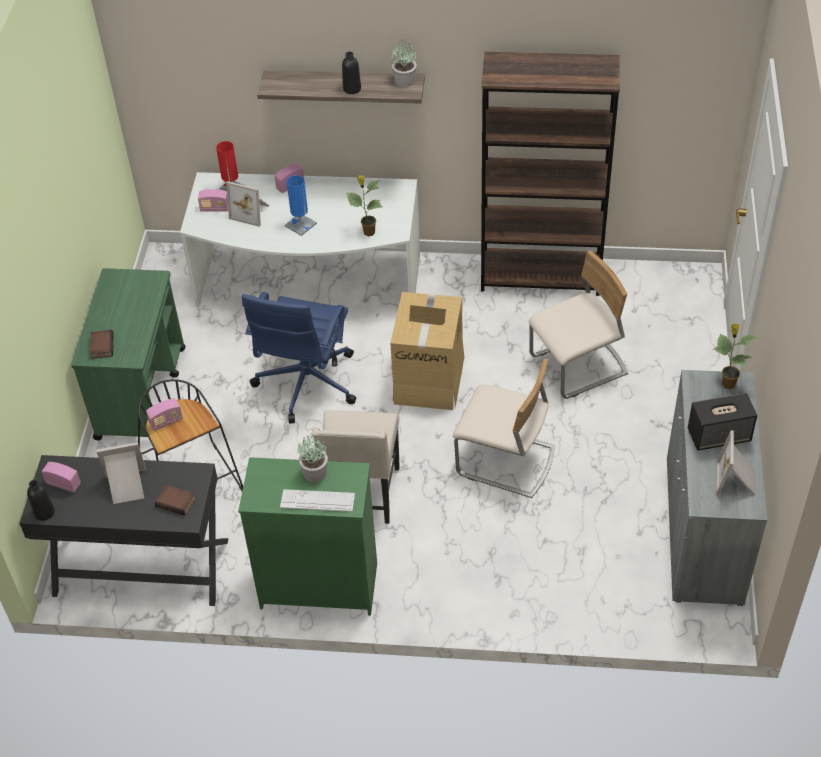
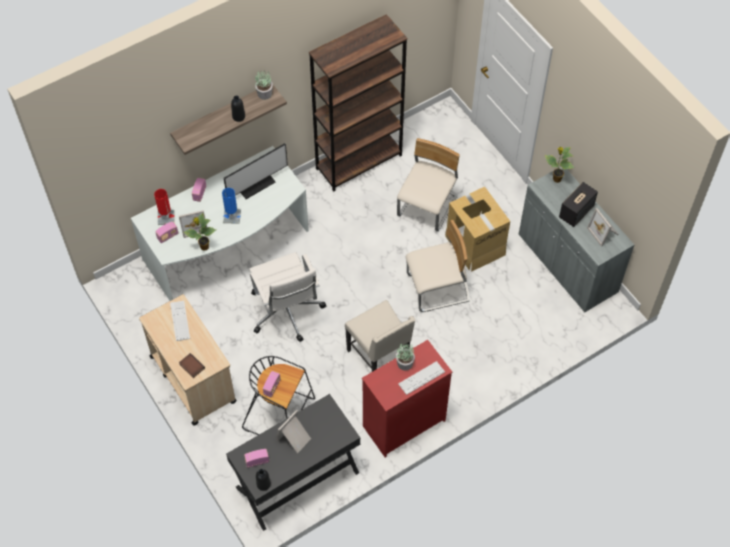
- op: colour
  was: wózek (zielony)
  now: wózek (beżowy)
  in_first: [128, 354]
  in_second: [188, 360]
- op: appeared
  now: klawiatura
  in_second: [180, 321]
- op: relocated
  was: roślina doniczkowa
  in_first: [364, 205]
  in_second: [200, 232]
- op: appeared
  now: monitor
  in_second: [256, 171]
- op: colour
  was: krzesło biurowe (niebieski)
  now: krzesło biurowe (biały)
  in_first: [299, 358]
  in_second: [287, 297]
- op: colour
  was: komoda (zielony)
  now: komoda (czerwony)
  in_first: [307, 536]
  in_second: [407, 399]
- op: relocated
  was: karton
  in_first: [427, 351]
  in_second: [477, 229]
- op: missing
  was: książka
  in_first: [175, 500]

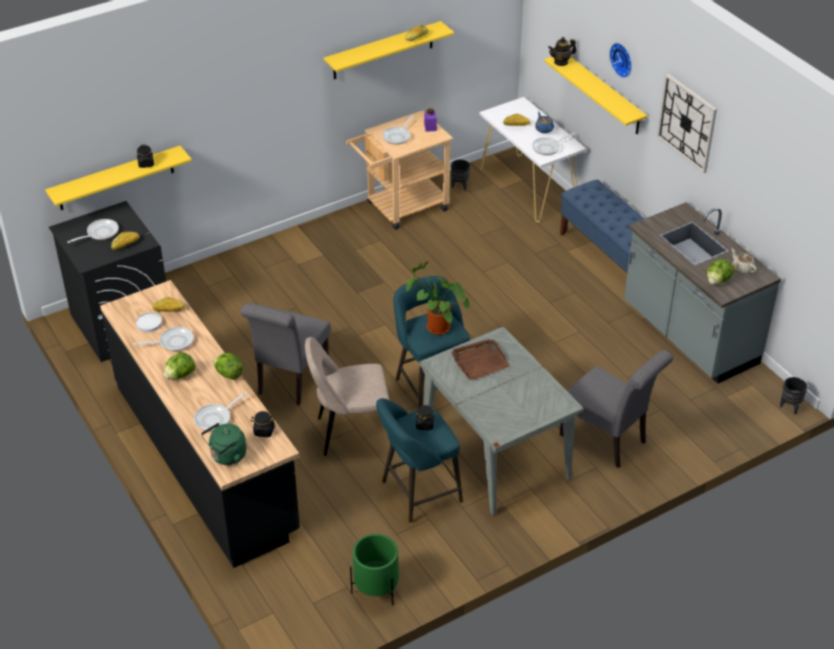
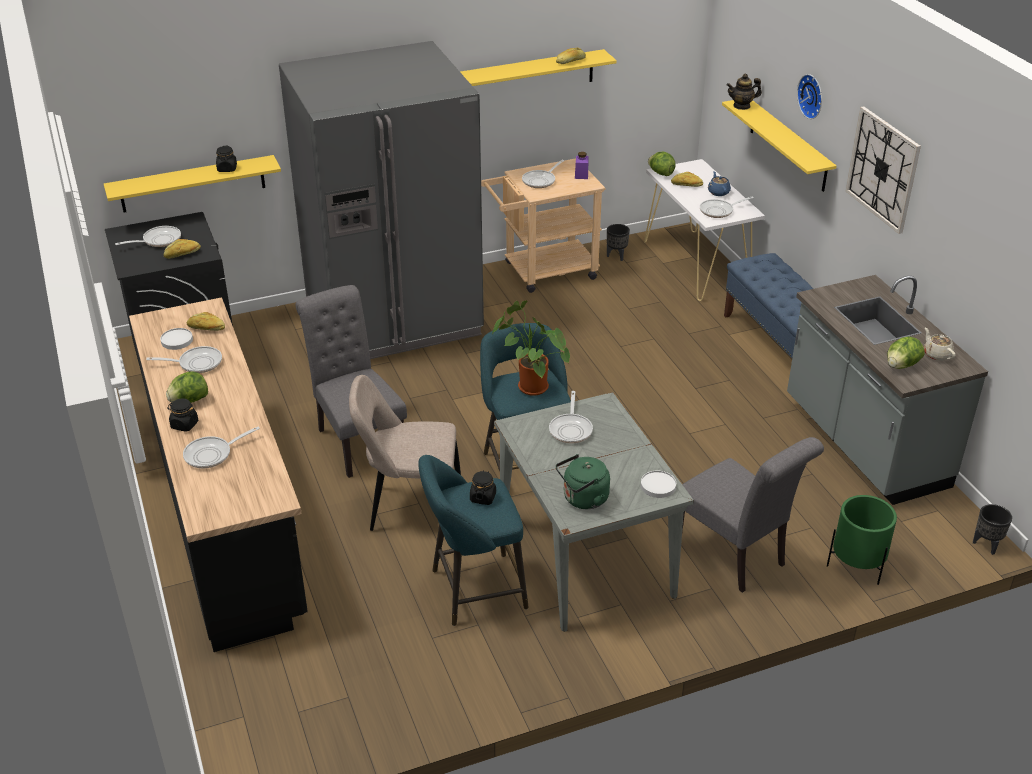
- op: relocated
  was: słoik (czarny)
  in_first: [263, 424]
  in_second: [183, 415]
- op: appeared
  now: lodówka (szary)
  in_second: [381, 200]
- op: spun
  was: krzesło (szary)
  in_first: [286, 354]
  in_second: [351, 381]
  clockwise: 120
- op: exchanged
  was: taca (brązowy)
  now: patelnia
  in_first: [481, 359]
  in_second: [571, 417]
- op: relocated
  was: czajnik (zielony)
  in_first: [224, 444]
  in_second: [583, 481]
- op: appeared
  now: talerz (biały)
  in_second: [658, 484]
- op: relocated
  was: sałata
  in_first: [228, 366]
  in_second: [661, 164]
- op: relocated
  was: donica (zielony)
  in_first: [374, 569]
  in_second: [862, 540]

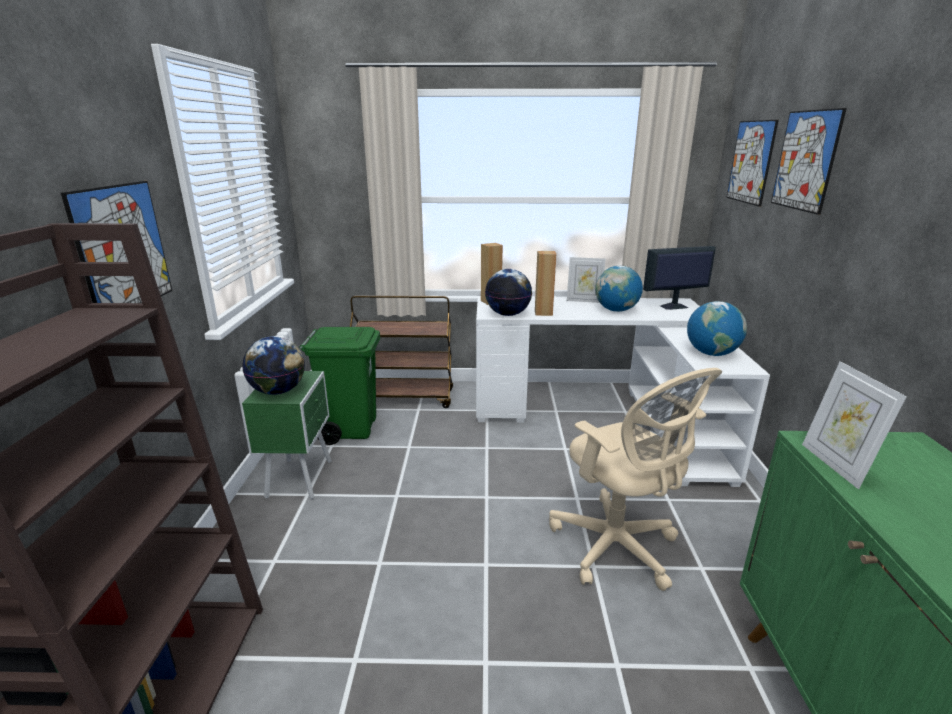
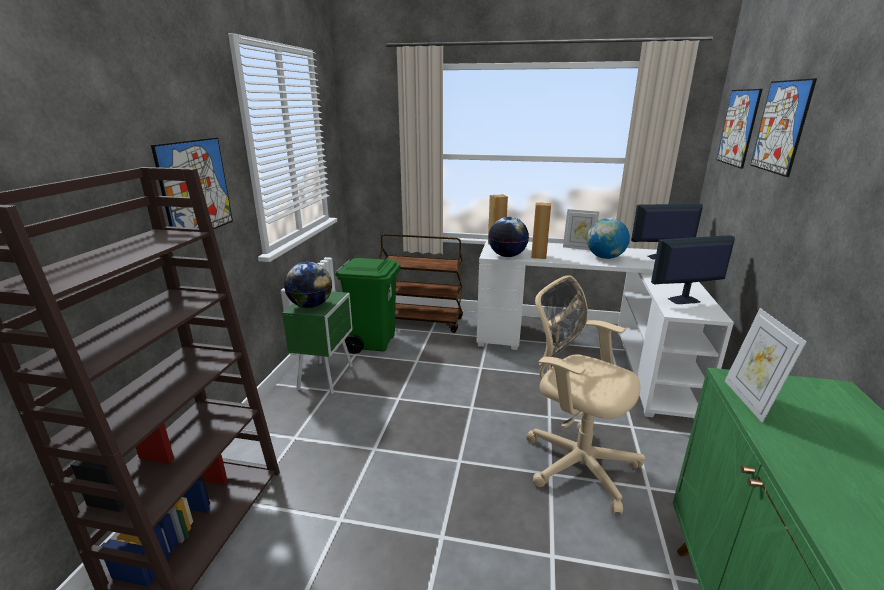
- op: spun
  was: krzesło biurowe (beżowy)
  in_first: [635, 479]
  in_second: [585, 395]
  clockwise: 150
- op: exchanged
  was: globus
  now: monitor
  in_first: [717, 328]
  in_second: [693, 269]

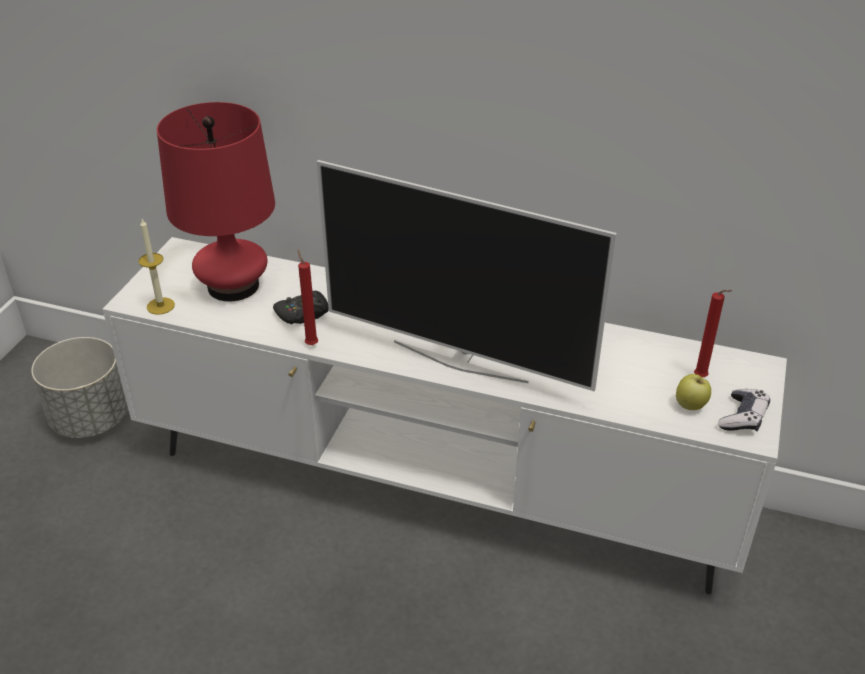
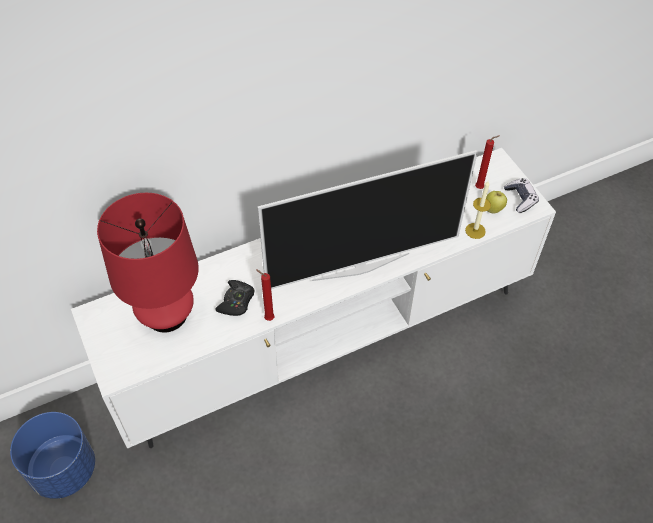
- op: colour
  was: donica (szary)
  now: donica (niebieski)
  in_first: [79, 387]
  in_second: [52, 455]
- op: relocated
  was: świeca
  in_first: [156, 267]
  in_second: [478, 210]

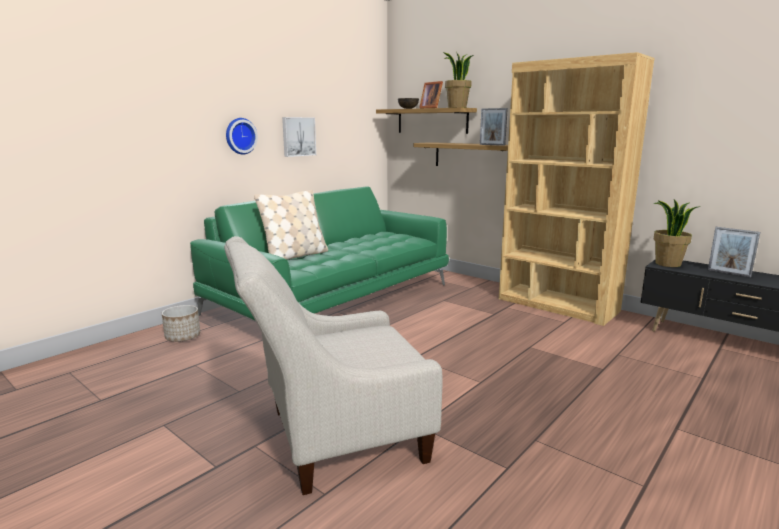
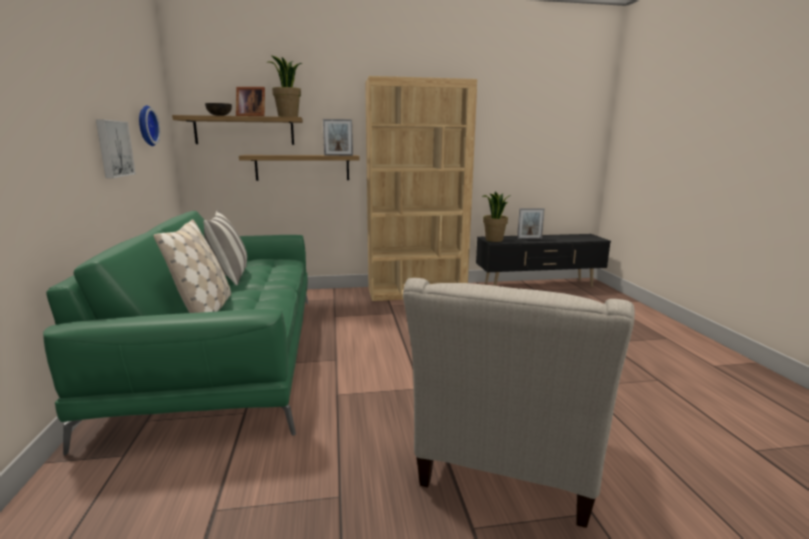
- op: relocated
  was: zegar ścienny
  in_first: [242, 136]
  in_second: [149, 125]
- op: appeared
  now: poduszka
  in_second: [225, 247]
- op: missing
  was: donica
  in_first: [181, 323]

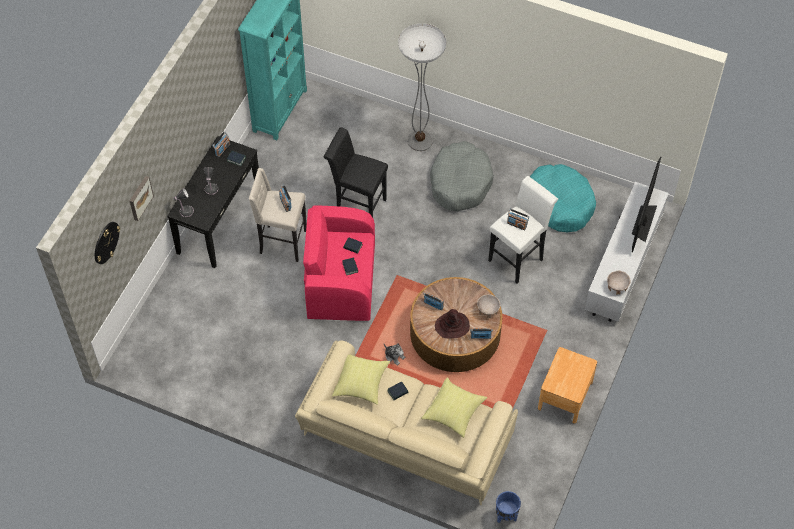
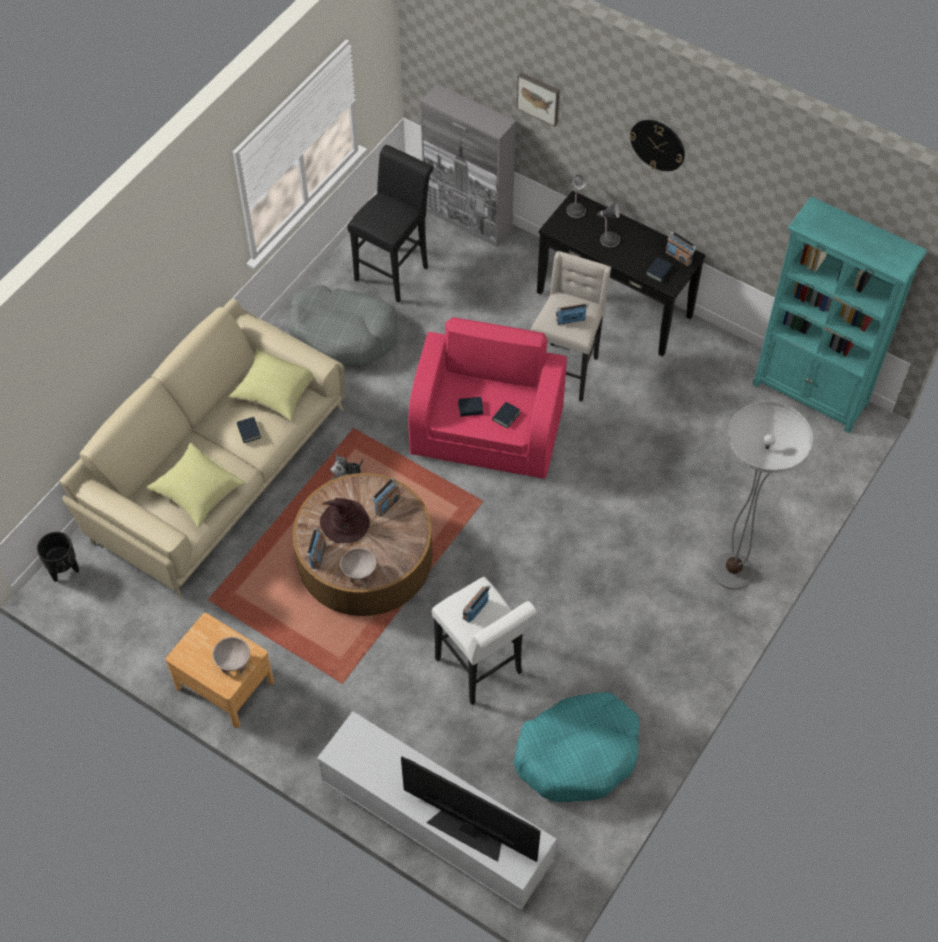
- op: colour
  was: donica (niebieski)
  now: donica (czarny)
  in_first: [508, 507]
  in_second: [58, 557]
- op: relocated
  was: miska (beżowy)
  in_first: [618, 283]
  in_second: [231, 656]
- op: relocated
  was: legowisko (szary)
  in_first: [462, 176]
  in_second: [343, 326]
- op: relocated
  was: stołek (czarny)
  in_first: [356, 172]
  in_second: [390, 224]
- op: appeared
  now: szafka (szary)
  in_second: [468, 165]
- op: relocated
  was: zegar ścienny
  in_first: [107, 243]
  in_second: [657, 145]

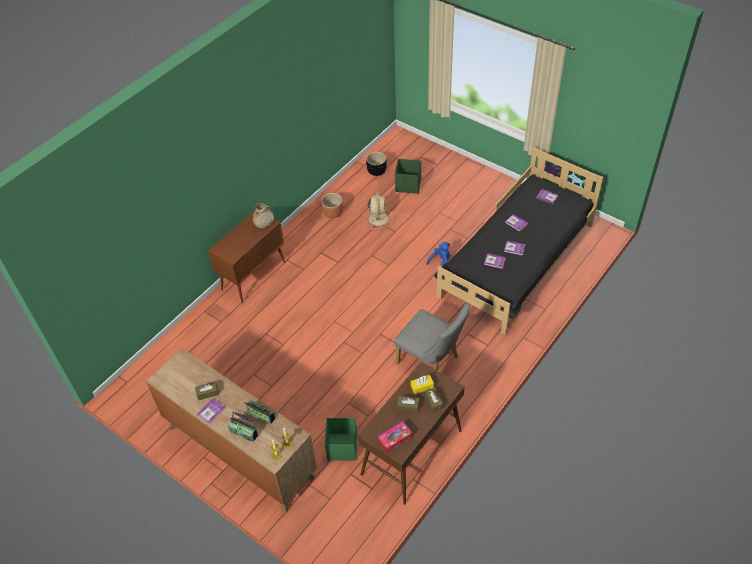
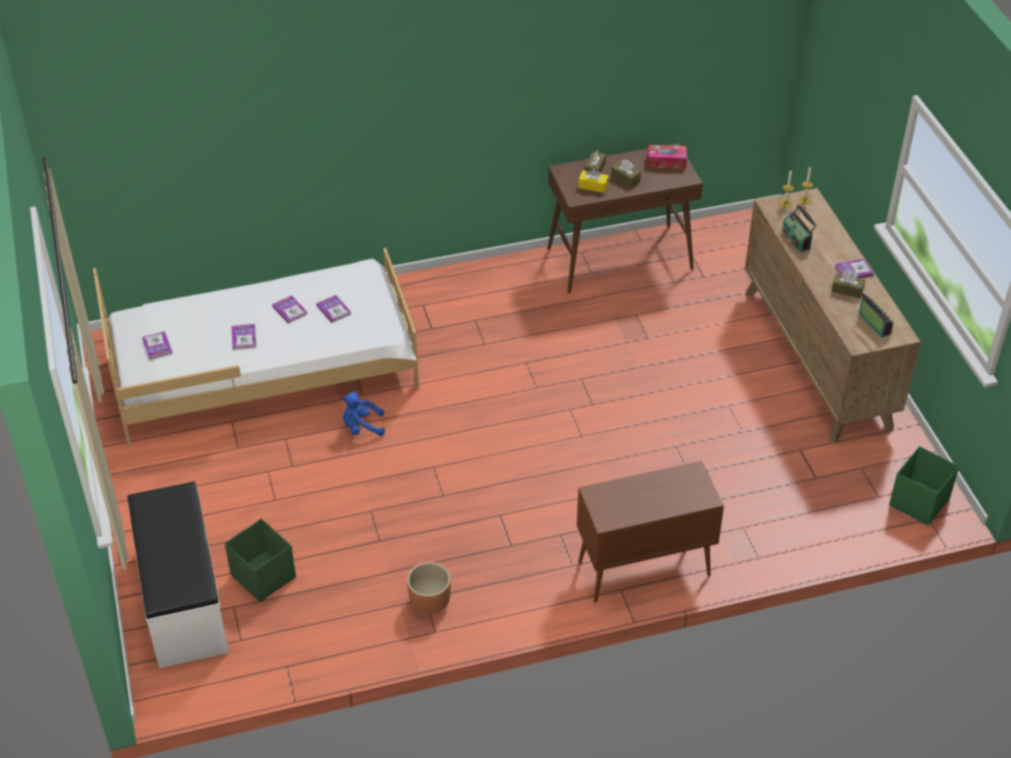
- op: colour
  was: łóżko (czarny)
  now: łóżko (biały)
  in_first: [518, 241]
  in_second: [256, 347]
- op: appeared
  now: ławka (biały)
  in_second: [178, 574]
- op: relocated
  was: radio
  in_first: [243, 426]
  in_second: [876, 315]
- op: relocated
  was: pojemnik do przechowywania (zielony)
  in_first: [341, 439]
  in_second: [924, 486]
- op: missing
  was: wazon (beżowy)
  in_first: [263, 215]
- op: missing
  was: wentylator (beżowy)
  in_first: [378, 210]
- op: missing
  was: donica (czarny)
  in_first: [376, 164]
- op: missing
  was: krzesło (szary)
  in_first: [432, 337]

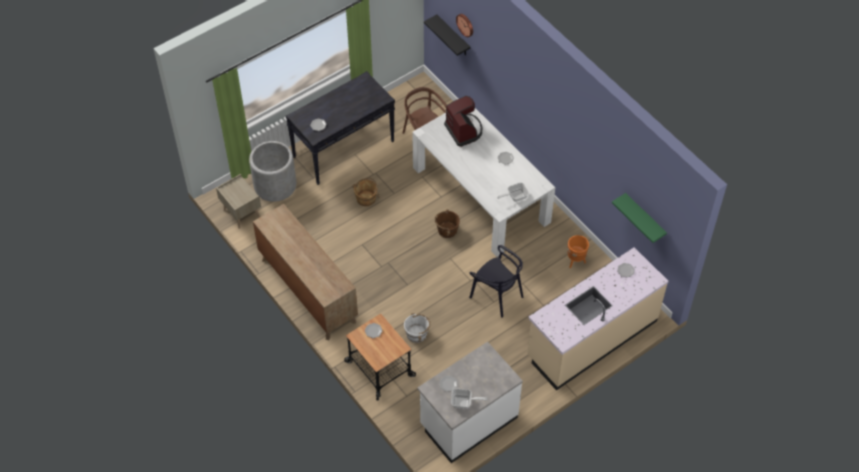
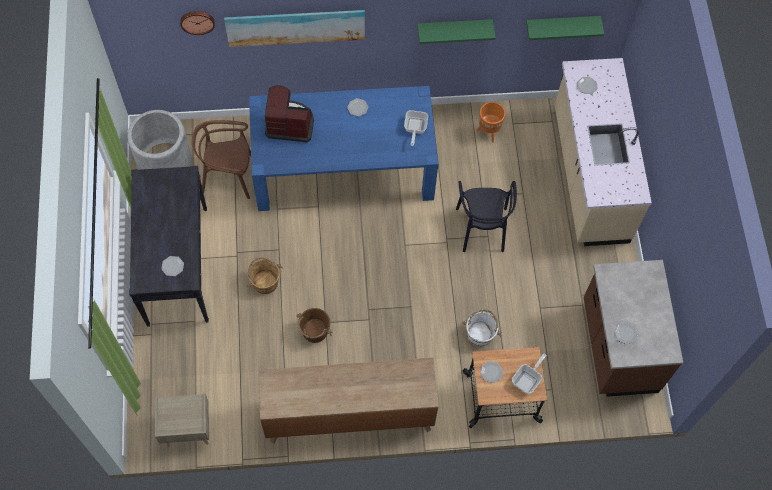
- op: relocated
  was: donica (szary)
  in_first: [272, 171]
  in_second: [159, 140]
- op: appeared
  now: obraz
  in_second: [294, 28]
- op: colour
  was: stół jadalny (biały)
  now: stół jadalny (niebieski)
  in_first: [483, 182]
  in_second: [343, 148]
- op: relocated
  was: wiadro (brązowy)
  in_first: [447, 223]
  in_second: [314, 325]
- op: appeared
  now: półka (zielony)
  in_second: [456, 31]
- op: spun
  was: krzesło (czarny)
  in_first: [496, 281]
  in_second: [486, 216]
  clockwise: 105
- op: relocated
  was: patelnia
  in_first: [469, 398]
  in_second: [529, 374]
- op: colour
  was: zabudowa kuchenna (biały)
  now: zabudowa kuchenna (brązowy)
  in_first: [470, 402]
  in_second: [633, 328]
- op: missing
  was: półka (czarny)
  in_first: [447, 35]

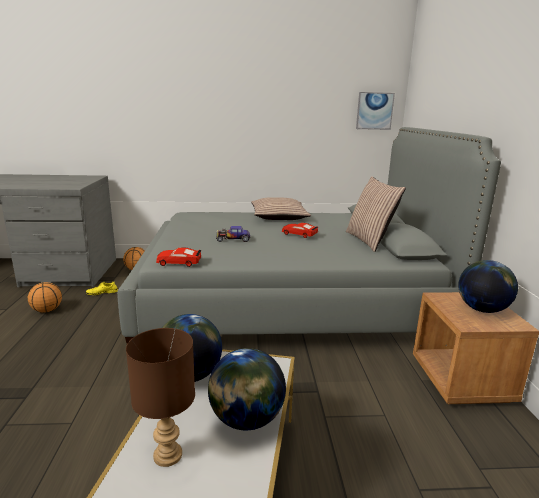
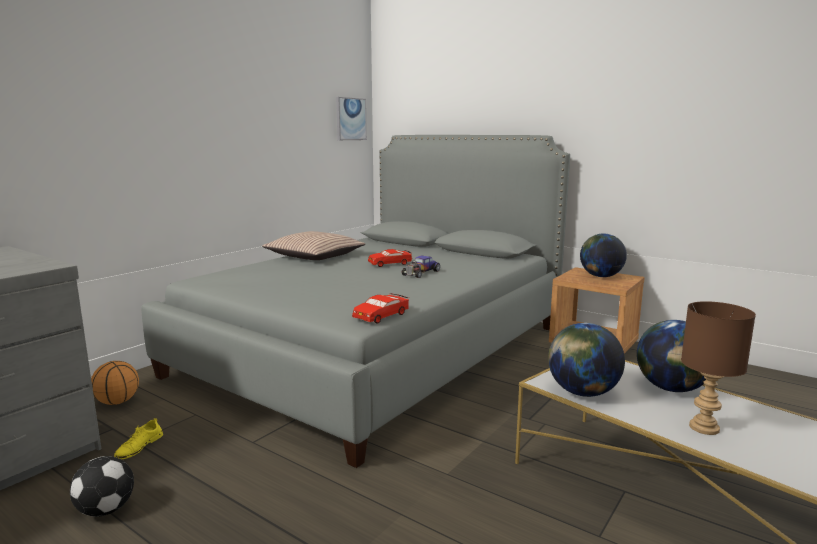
- op: exchanged
  was: piłka do koszykówki
  now: piłka futbolowa
  in_first: [45, 297]
  in_second: [102, 486]
- op: relocated
  was: samochodzik
  in_first: [233, 234]
  in_second: [421, 266]
- op: missing
  was: poduszka
  in_first: [376, 214]

